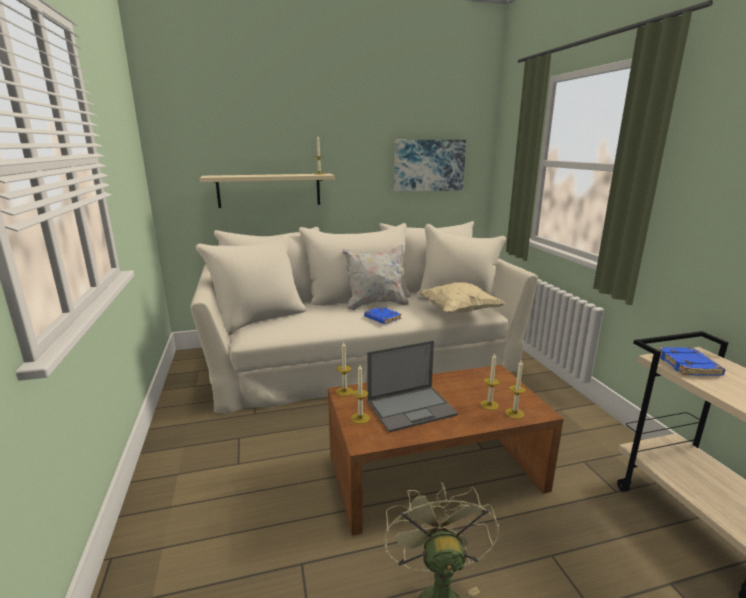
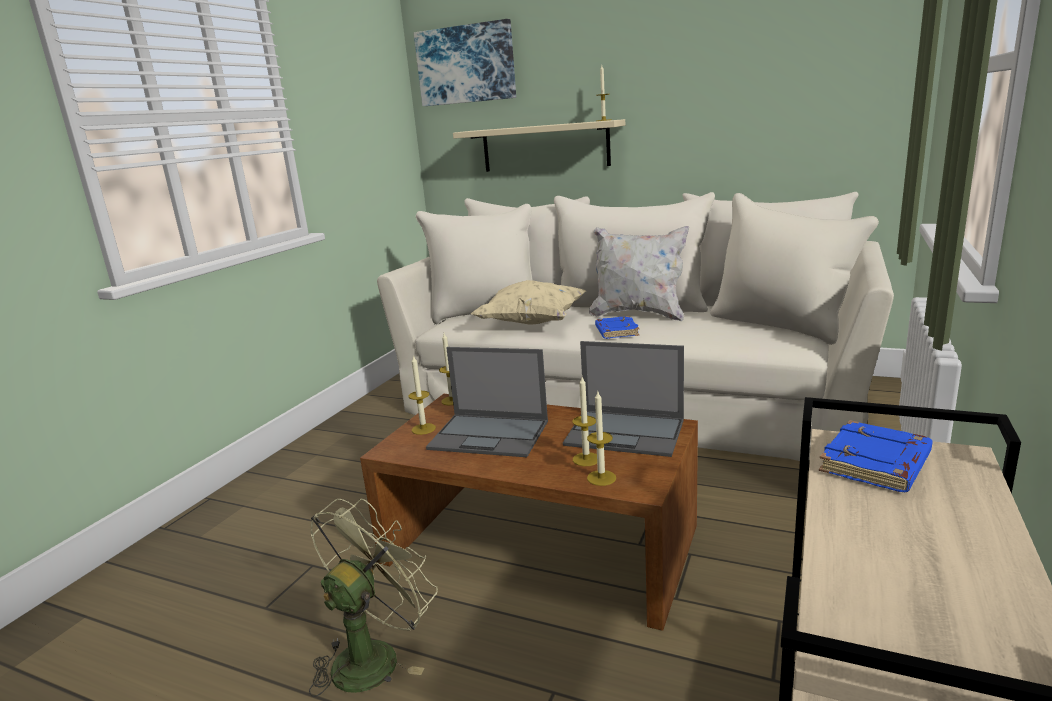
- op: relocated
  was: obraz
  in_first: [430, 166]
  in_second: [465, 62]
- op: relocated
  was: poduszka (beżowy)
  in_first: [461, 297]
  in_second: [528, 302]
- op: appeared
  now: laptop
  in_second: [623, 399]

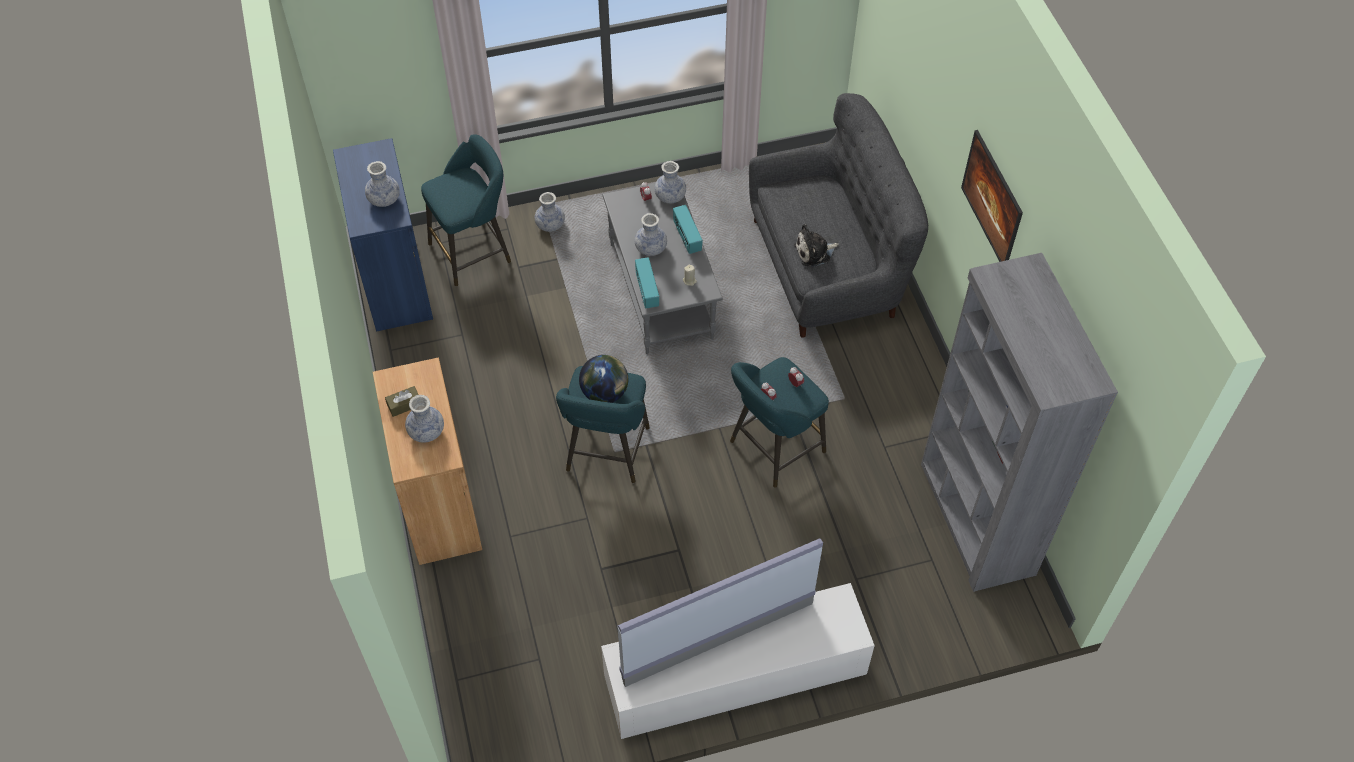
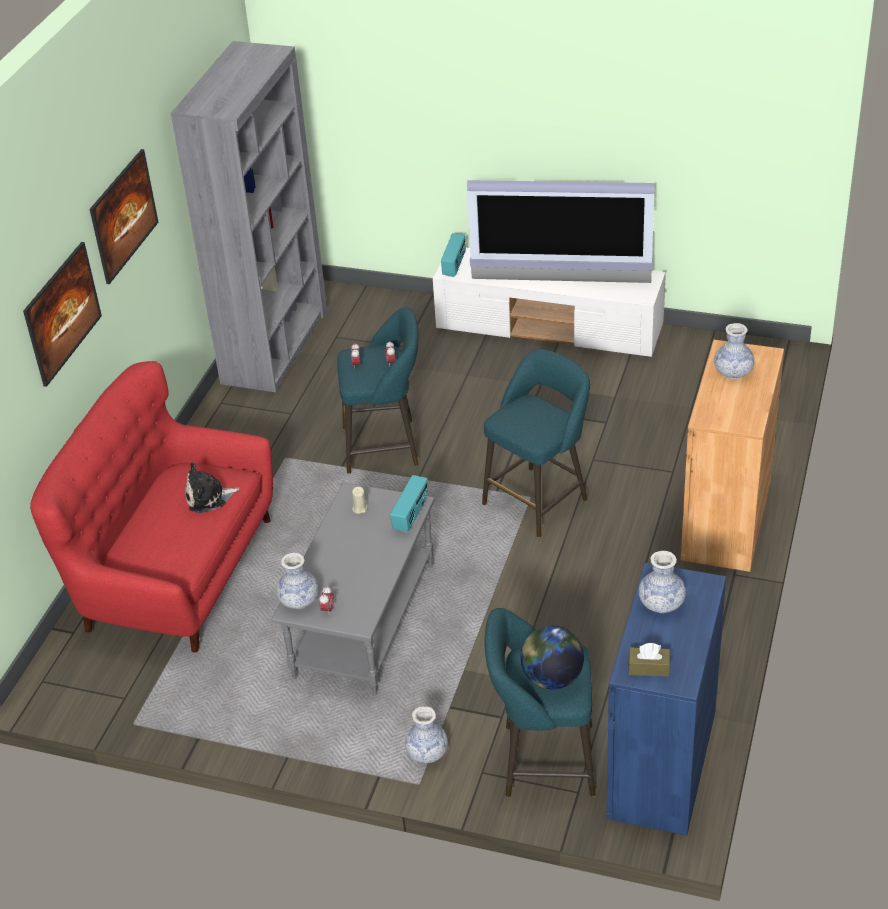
- op: appeared
  now: obraz
  in_second: [62, 314]
- op: colour
  was: kanapa (szary)
  now: kanapa (czerwony)
  in_first: [838, 215]
  in_second: [151, 507]
- op: spun
  was: pluszak
  in_first: [816, 245]
  in_second: [212, 487]
  clockwise: 150
- op: relocated
  was: radio
  in_first: [688, 229]
  in_second: [453, 255]
- op: relocated
  was: globus
  in_first: [603, 379]
  in_second: [552, 657]
- op: relocated
  was: pudełko chusteczek (brązowy)
  in_first: [402, 401]
  in_second: [649, 660]
- op: missing
  was: wazon
  in_first: [651, 234]

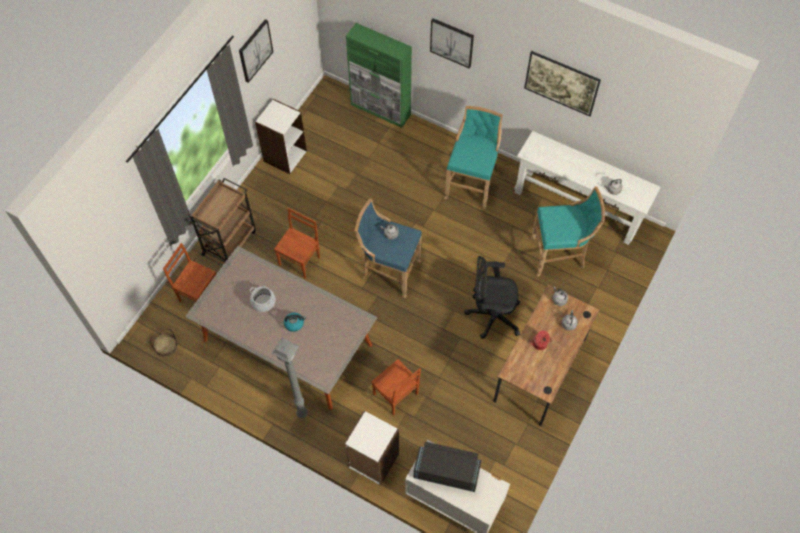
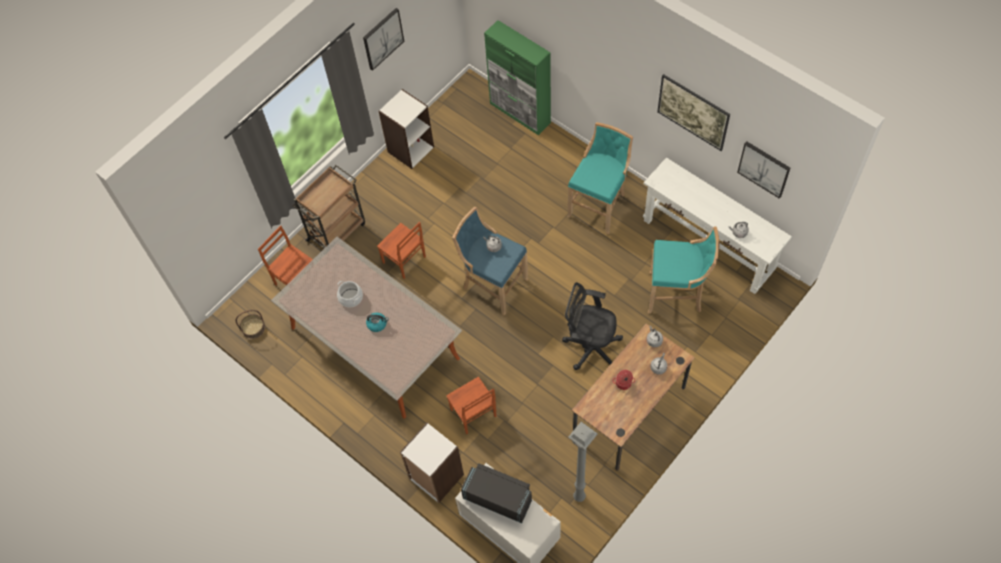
- op: spun
  was: krzesło (brązowy)
  in_first: [297, 243]
  in_second: [401, 250]
  clockwise: 90
- op: relocated
  was: lampa stojąca (szary)
  in_first: [290, 378]
  in_second: [583, 462]
- op: relocated
  was: obraz
  in_first: [452, 43]
  in_second: [763, 170]

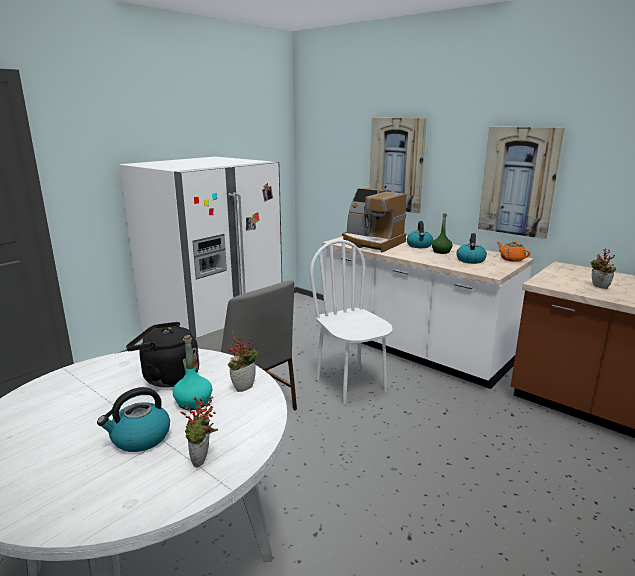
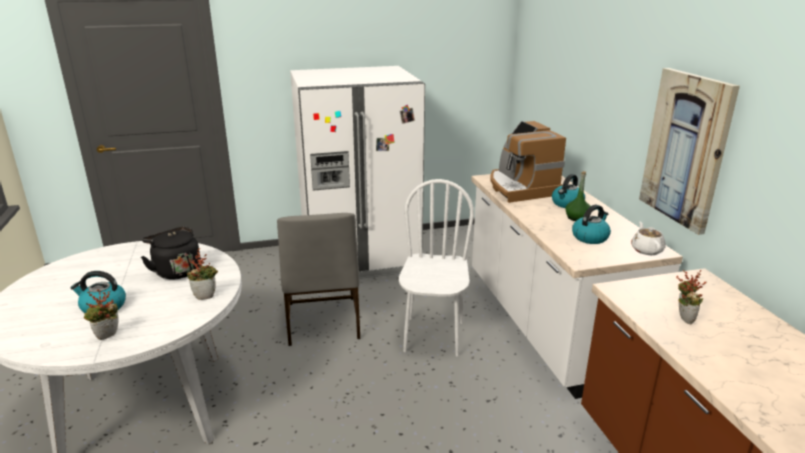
- op: colour
  was: imbryk (pomarańczowy)
  now: imbryk (biały)
  in_first: [513, 251]
  in_second: [648, 238]
- op: missing
  was: butelka (turkusowy)
  in_first: [192, 372]
- op: missing
  was: obraz
  in_first: [398, 165]

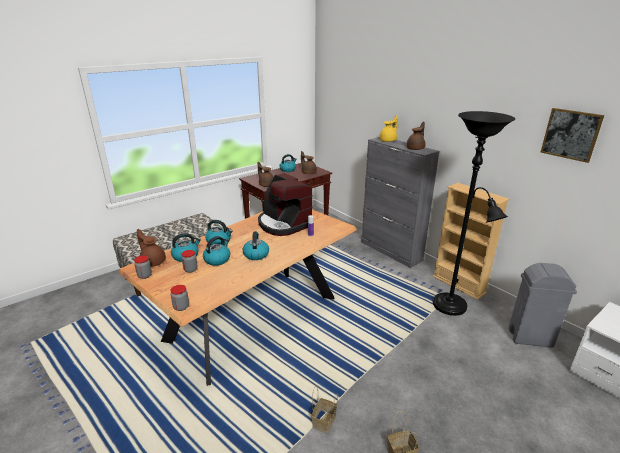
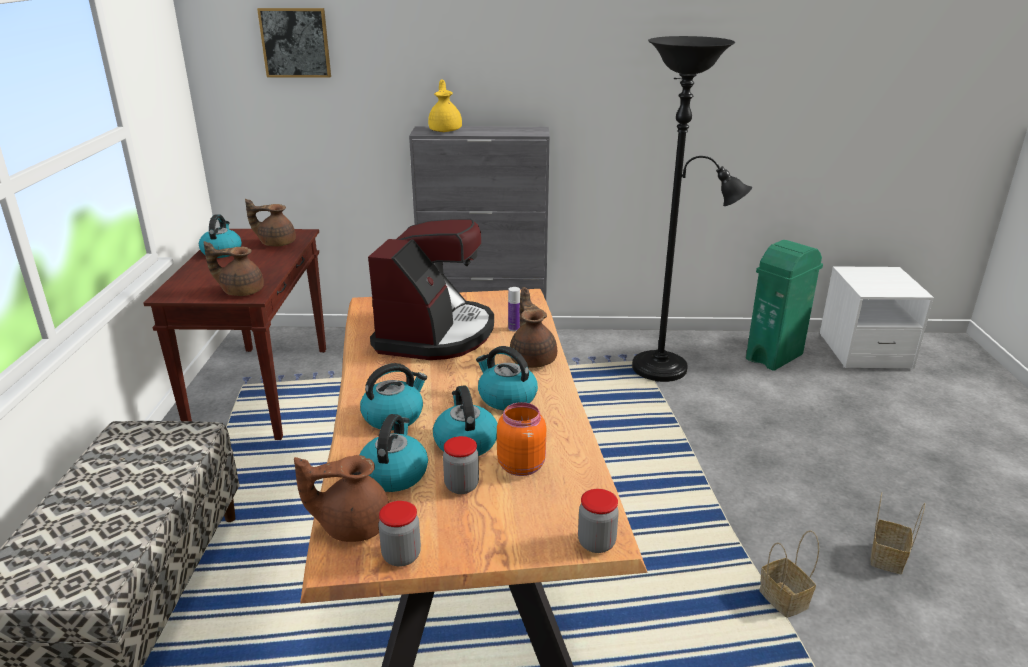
- op: relocated
  was: obraz
  in_first: [572, 135]
  in_second: [294, 43]
- op: spun
  was: ekspres do kawy
  in_first: [285, 204]
  in_second: [431, 289]
  clockwise: -75
- op: appeared
  now: słoik (pomarańczowy)
  in_second: [521, 439]
- op: relocated
  was: imbryk (brązowy)
  in_first: [416, 136]
  in_second: [533, 327]
- op: colour
  was: kosz na śmieci (szary)
  now: kosz na śmieci (zielony)
  in_first: [542, 305]
  in_second: [784, 305]
- op: missing
  was: regał (beżowy)
  in_first: [471, 241]

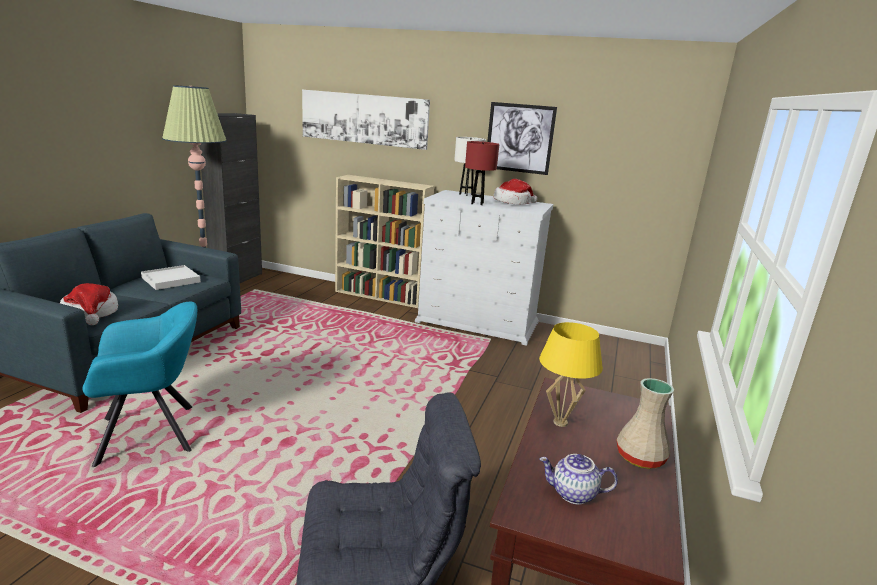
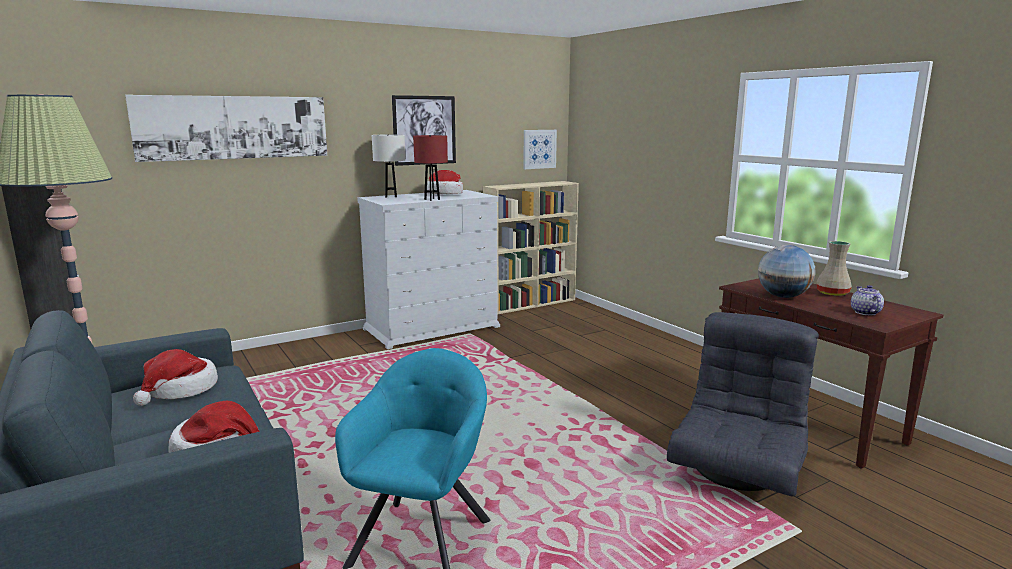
- op: exchanged
  was: taca (biały)
  now: kapelusz
  in_first: [171, 277]
  in_second: [175, 377]
- op: relocated
  was: regał (beżowy)
  in_first: [384, 241]
  in_second: [531, 247]
- op: appeared
  now: obraz
  in_second: [540, 149]
- op: exchanged
  was: lampa stołowa (żółty)
  now: globus
  in_first: [571, 374]
  in_second: [786, 271]
- op: spun
  was: imbryk
  in_first: [578, 479]
  in_second: [867, 300]
  clockwise: 135

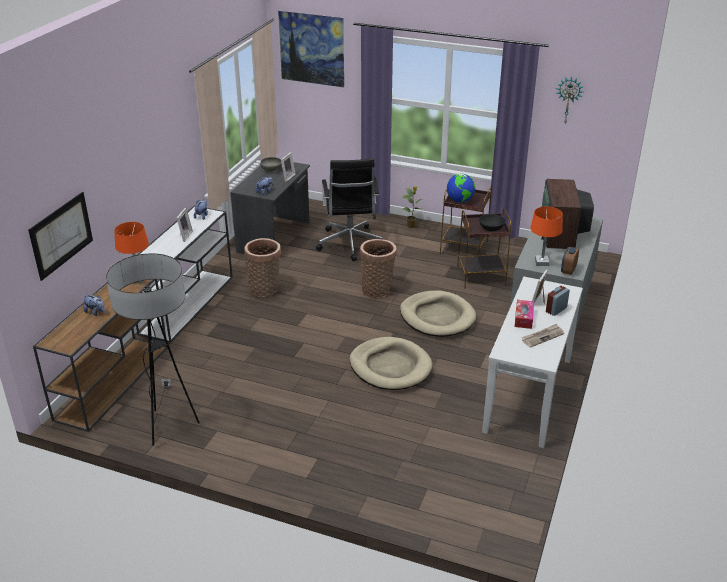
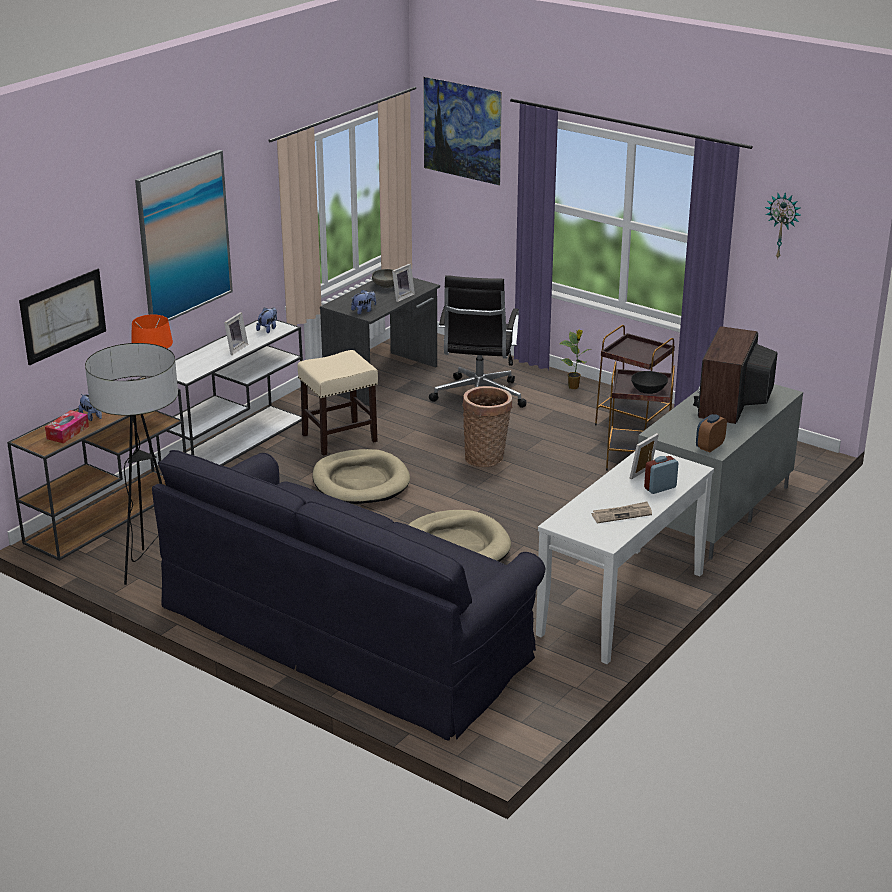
- op: relocated
  was: pudełko chusteczek
  in_first: [524, 314]
  in_second: [67, 427]
- op: appeared
  now: obraz
  in_second: [184, 235]
- op: appeared
  now: kanapa (czarny)
  in_second: [348, 595]
- op: exchanged
  was: koszyk
  now: stołek (beżowy)
  in_first: [262, 267]
  in_second: [338, 403]
- op: relocated
  was: legowisko (beżowy)
  in_first: [438, 313]
  in_second: [361, 476]
- op: missing
  was: globus
  in_first: [461, 188]
- op: missing
  was: lampa stołowa (pomarańczowy)
  in_first: [546, 236]

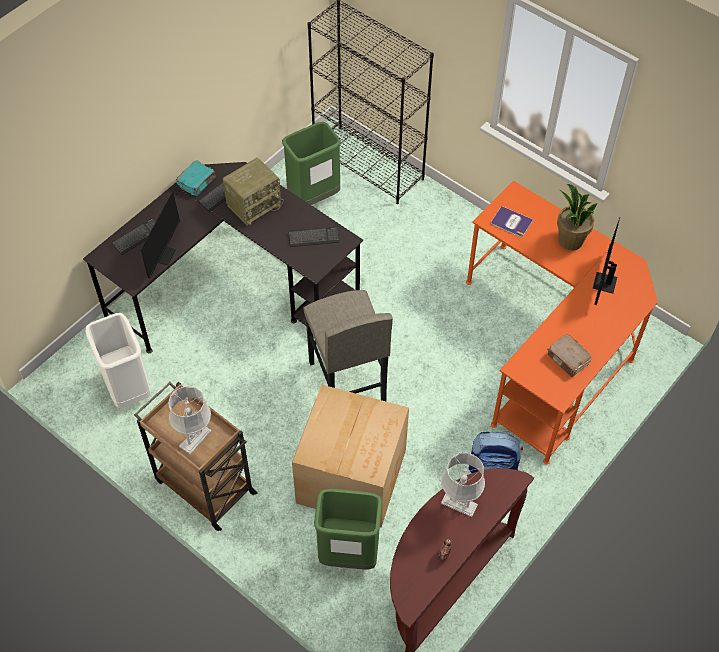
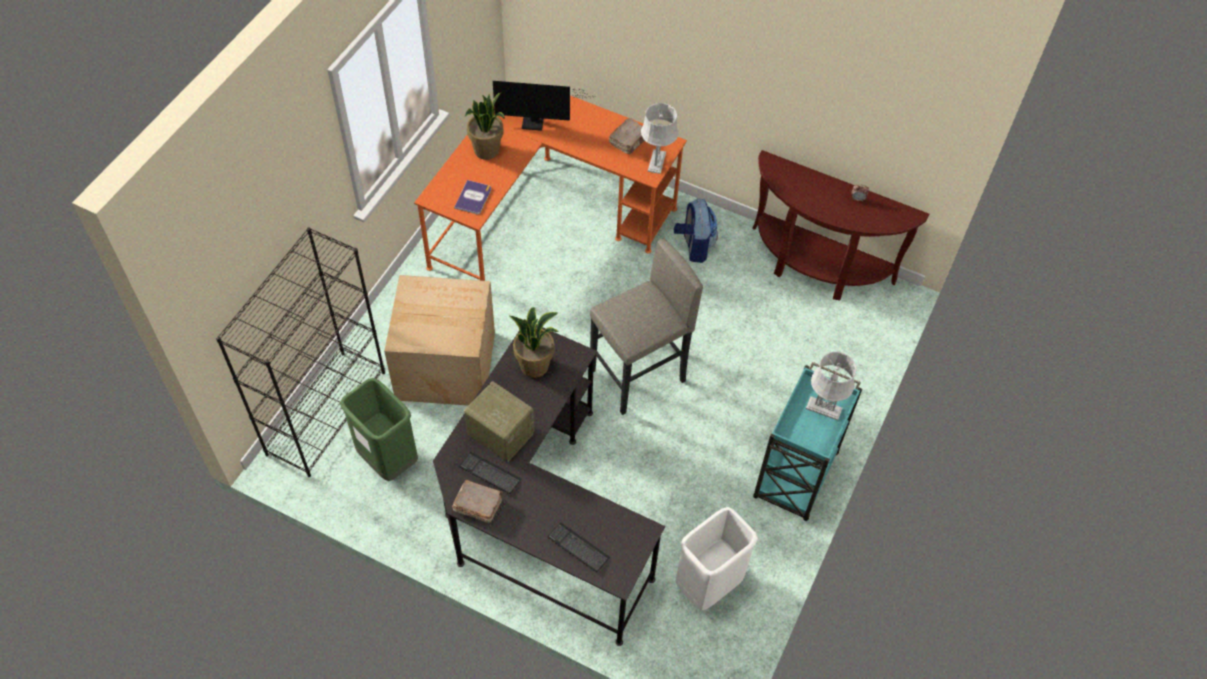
- op: relocated
  was: karton
  in_first: [350, 455]
  in_second: [439, 340]
- op: colour
  was: książka (turkusowy)
  now: książka (brązowy)
  in_first: [196, 178]
  in_second: [477, 501]
- op: exchanged
  was: klawiatura
  now: roślina doniczkowa
  in_first: [314, 236]
  in_second: [534, 342]
- op: relocated
  was: lampa stołowa (szary)
  in_first: [463, 485]
  in_second: [659, 138]
- op: colour
  was: wózek (brązowy)
  now: wózek (turkusowy)
  in_first: [196, 456]
  in_second: [807, 441]
- op: missing
  was: monitor
  in_first: [161, 231]
- op: missing
  was: kosz na śmieci (zielony)
  in_first: [348, 529]

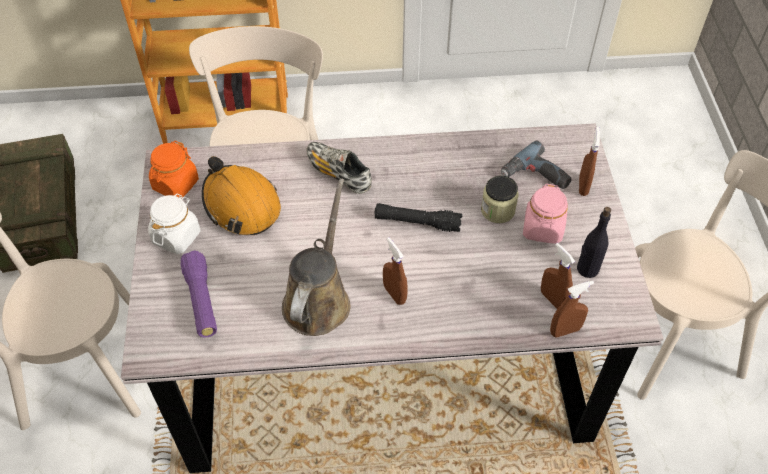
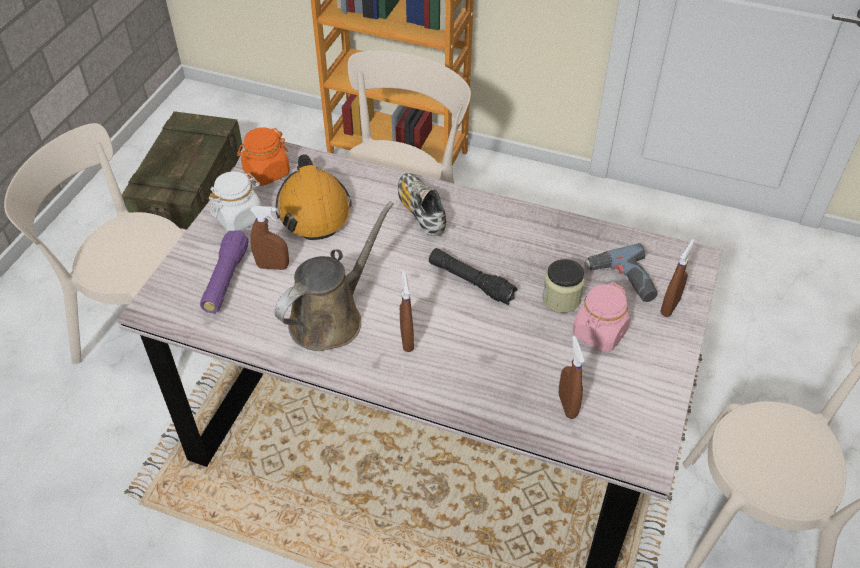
- op: relocated
  was: spryskiwacz (brązowy)
  in_first: [572, 308]
  in_second: [269, 238]
- op: missing
  was: butelka (czarny)
  in_first: [594, 242]

